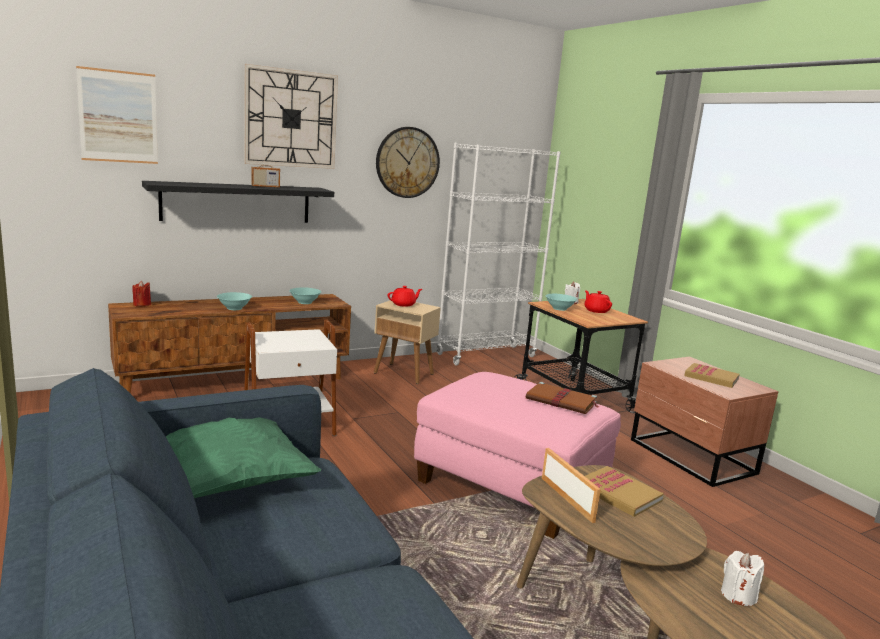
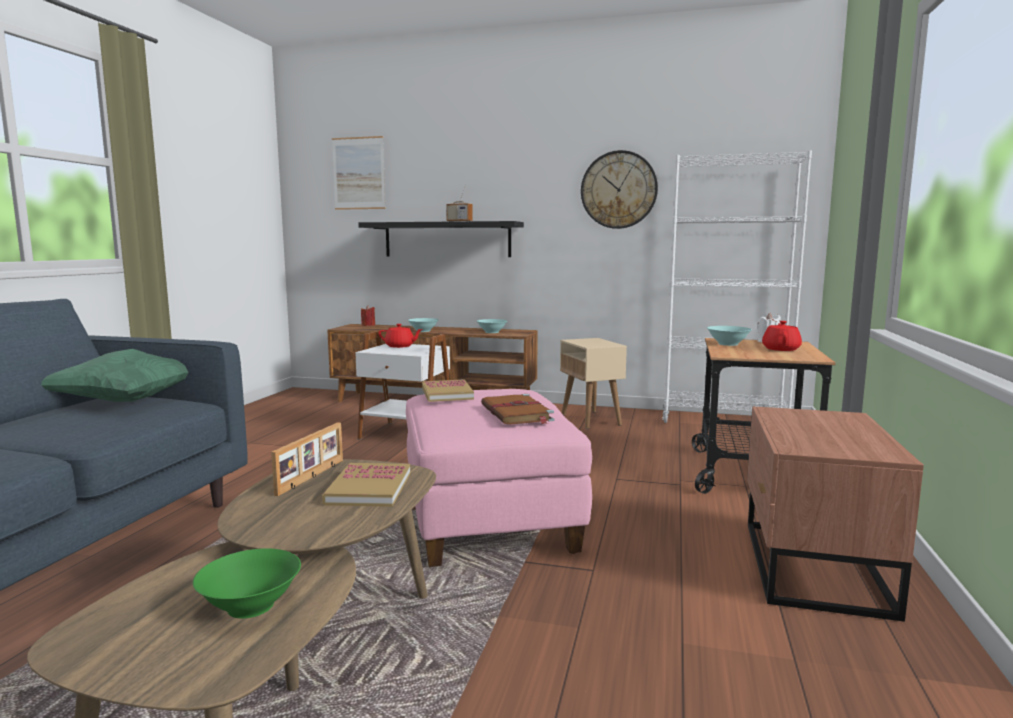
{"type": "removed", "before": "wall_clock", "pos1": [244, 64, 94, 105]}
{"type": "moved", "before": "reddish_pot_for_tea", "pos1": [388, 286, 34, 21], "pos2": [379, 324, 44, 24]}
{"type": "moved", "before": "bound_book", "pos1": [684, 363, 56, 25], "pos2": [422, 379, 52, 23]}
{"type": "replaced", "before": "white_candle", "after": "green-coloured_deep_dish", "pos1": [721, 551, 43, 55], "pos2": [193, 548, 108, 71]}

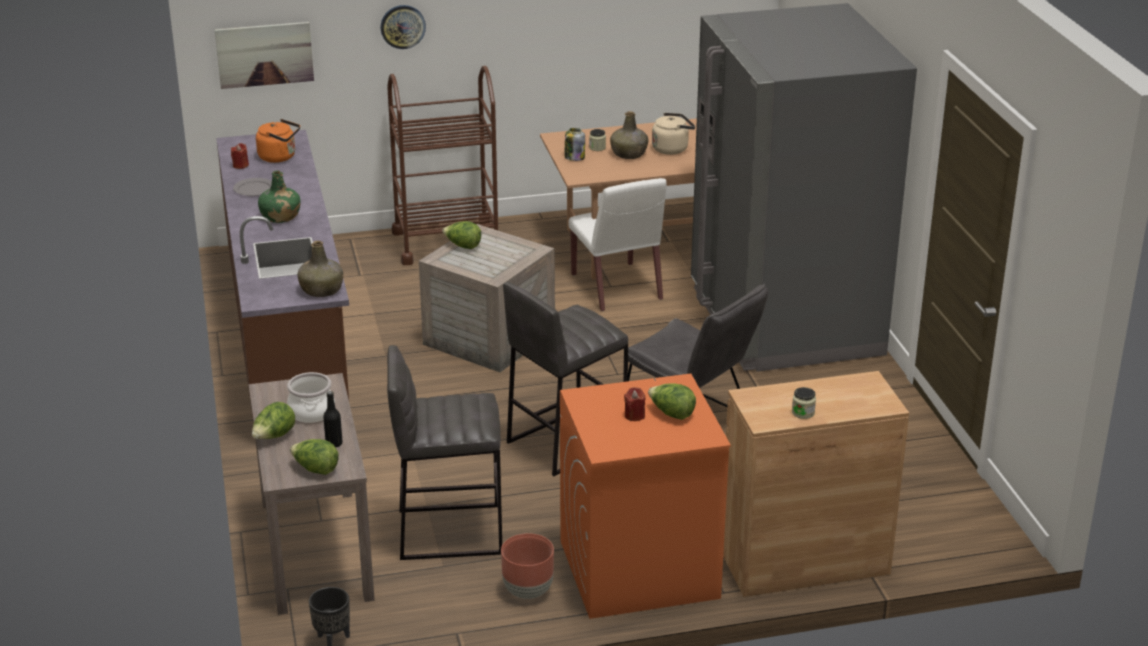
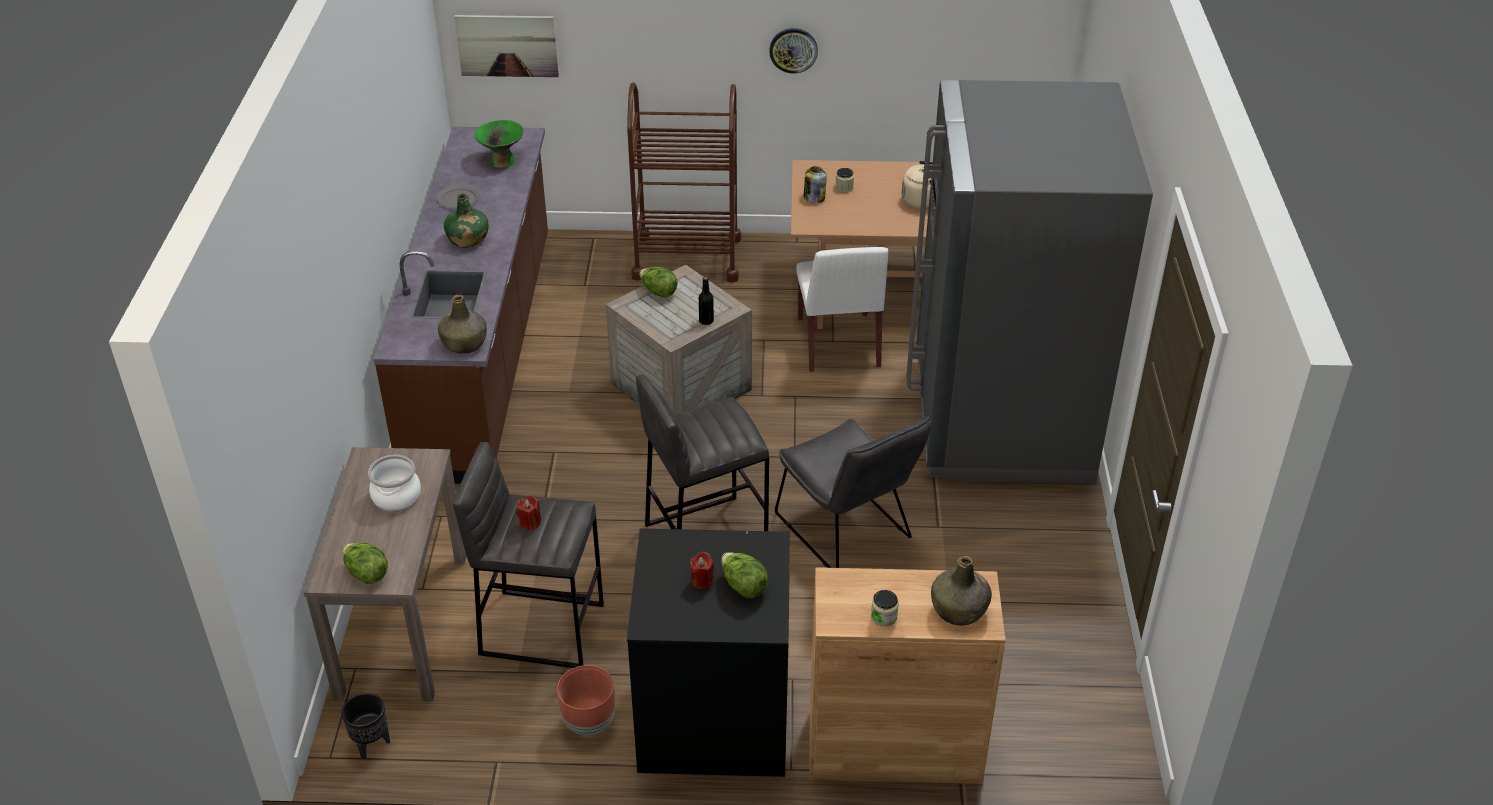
{"type": "moved", "before": "reddish_candle", "pos1": [231, 143, 18, 26], "pos2": [516, 496, 25, 34]}
{"type": "removed", "before": "head_of_lettuce", "pos1": [252, 402, 43, 37]}
{"type": "replaced", "before": "orange-coloured_water_kettle", "after": "green-coloured_deep_dish", "pos1": [256, 119, 44, 44], "pos2": [475, 120, 49, 48]}
{"type": "moved", "before": "blackish_beverage_bottle", "pos1": [323, 391, 20, 56], "pos2": [699, 277, 15, 48]}
{"type": "moved", "before": "wall_clock", "pos1": [381, 5, 45, 44], "pos2": [769, 28, 49, 46]}
{"type": "recoloured", "before": "orange-coloured_laundry_machine", "after": "blackish_laundry_machine", "pos1": [560, 374, 171, 245], "pos2": [627, 529, 163, 248]}
{"type": "moved", "before": "green-coloured_beverage_bottle", "pos1": [610, 111, 38, 48], "pos2": [931, 556, 61, 70]}

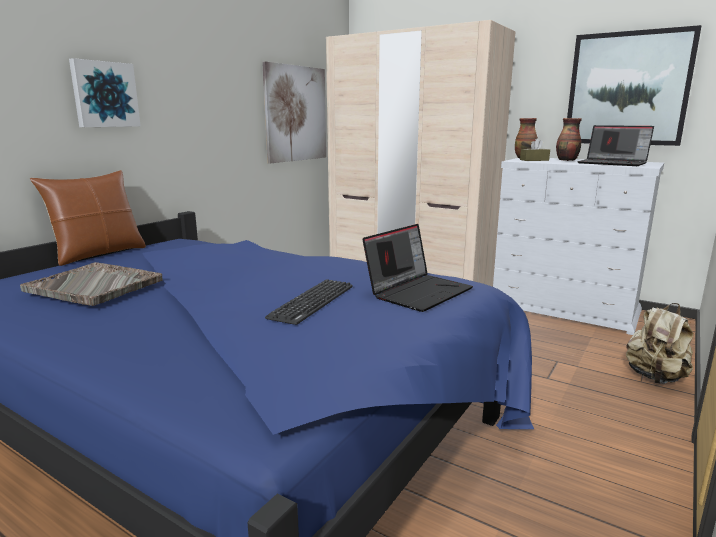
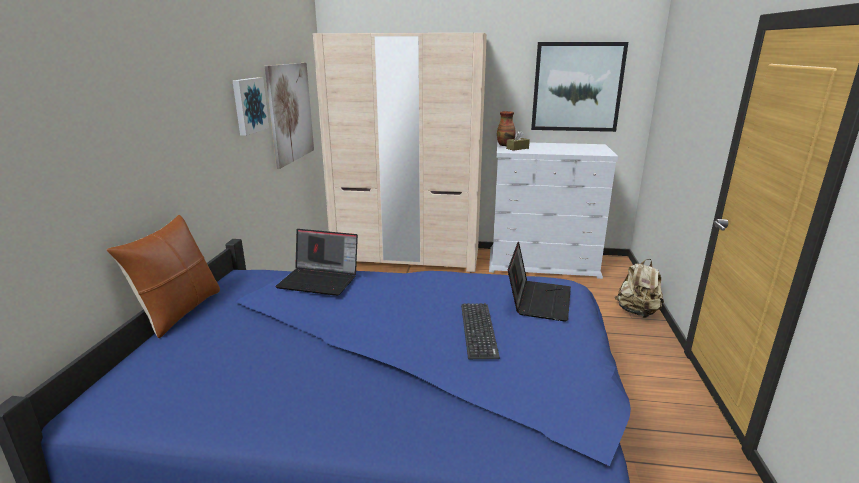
{"type": "removed", "before": "gray_serving_tray", "pos1": [20, 262, 142, 44]}
{"type": "moved", "before": "wall_picture", "pos1": [69, 58, 72, 69], "pos2": [233, 77, 36, 59]}
{"type": "removed", "before": "flower_vase", "pos1": [556, 118, 26, 43]}
{"type": "moved", "before": "laptop", "pos1": [577, 125, 77, 41], "pos2": [275, 229, 83, 67]}

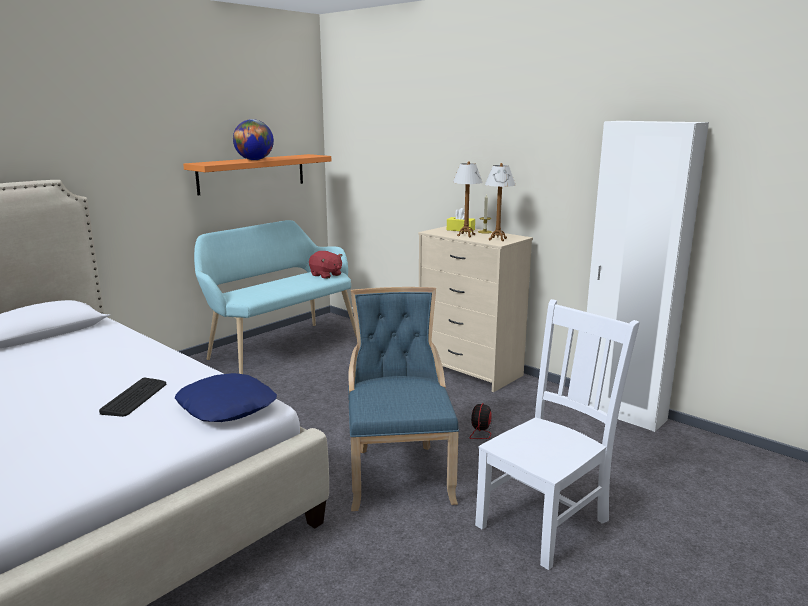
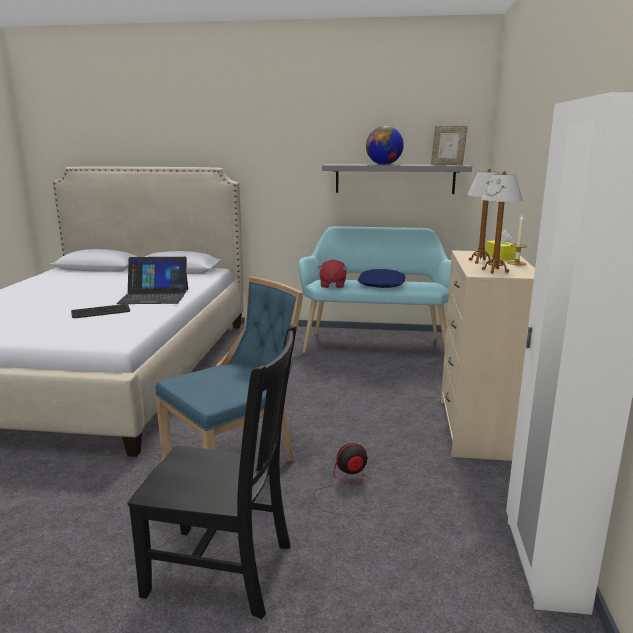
{"type": "moved", "before": "blue_pillow", "pos1": [175, 373, 102, 49], "pos2": [358, 269, 47, 19]}
{"type": "recoloured", "before": "orange-coloured_shelf", "after": "gray_shelf", "pos1": [183, 154, 148, 42], "pos2": [322, 164, 150, 30]}
{"type": "moved", "before": "reddish_plush_toy", "pos1": [309, 251, 33, 28], "pos2": [318, 260, 29, 28]}
{"type": "recoloured", "before": "white_upright_chair", "after": "blackish_upright_chair", "pos1": [475, 299, 165, 271], "pos2": [128, 324, 169, 295]}
{"type": "added", "after": "laptop", "pos2": [116, 257, 72, 47]}
{"type": "added", "after": "photo_frame", "pos2": [431, 126, 37, 39]}

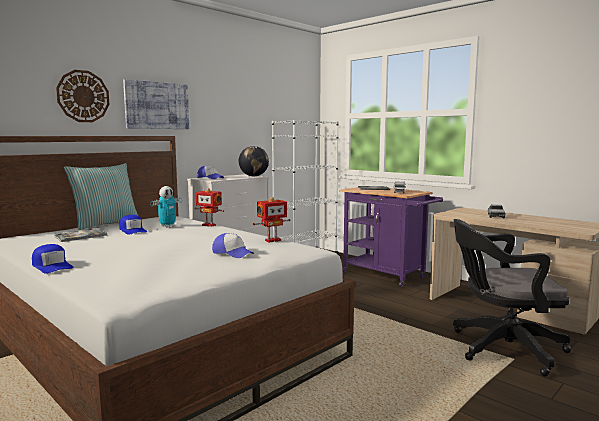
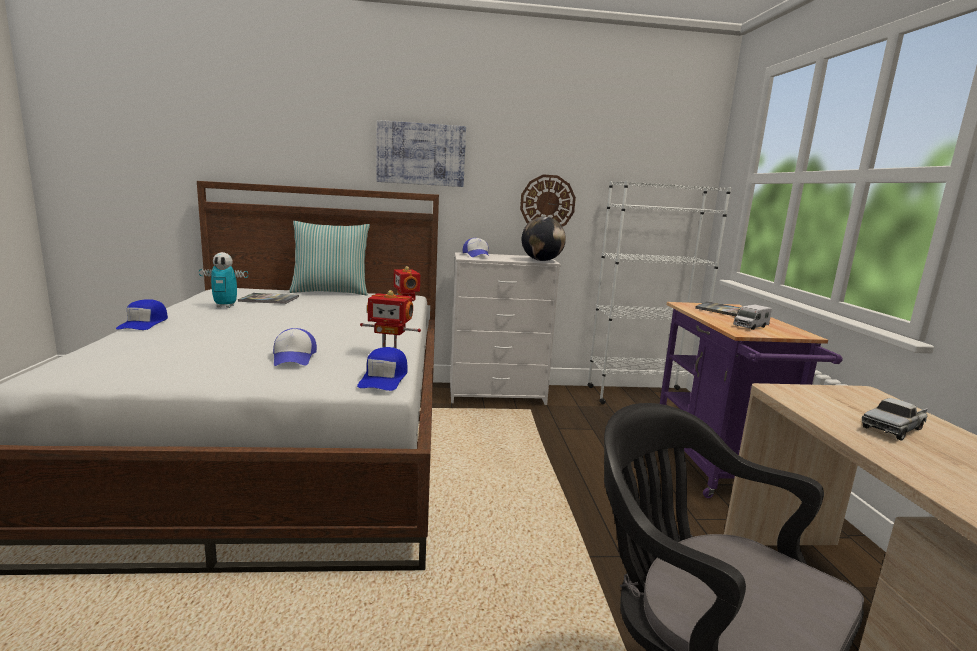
{"type": "moved", "before": "wall_clock", "pos1": [56, 70, 53, 52], "pos2": [520, 175, 56, 52]}
{"type": "moved", "before": "blue_baseball_cap", "pos1": [120, 215, 27, 20], "pos2": [357, 347, 51, 44]}
{"type": "moved", "before": "toy_robot", "pos1": [150, 186, 32, 42], "pos2": [199, 252, 49, 56]}

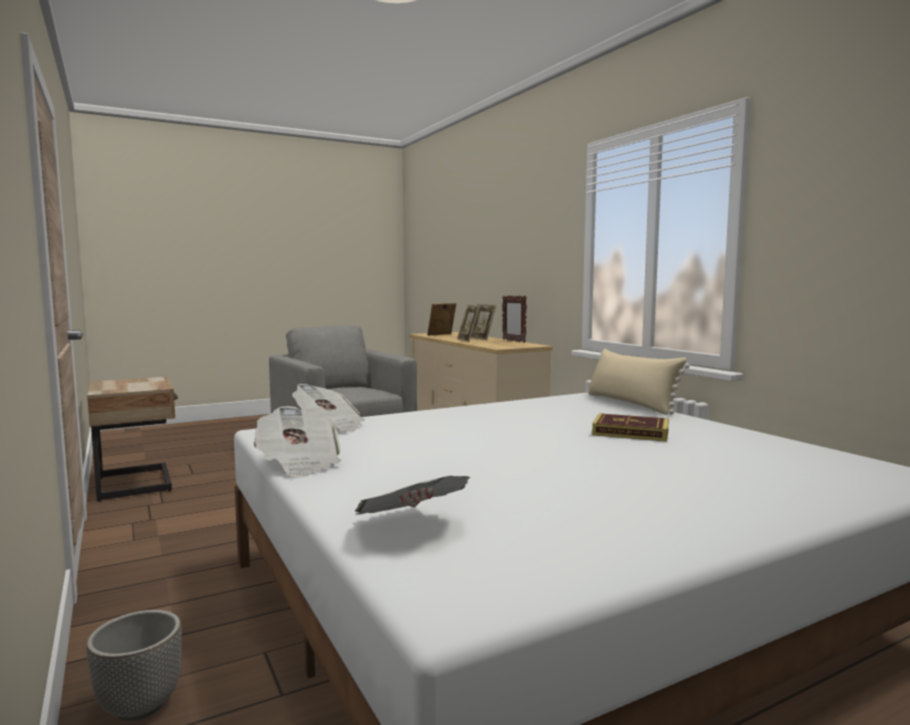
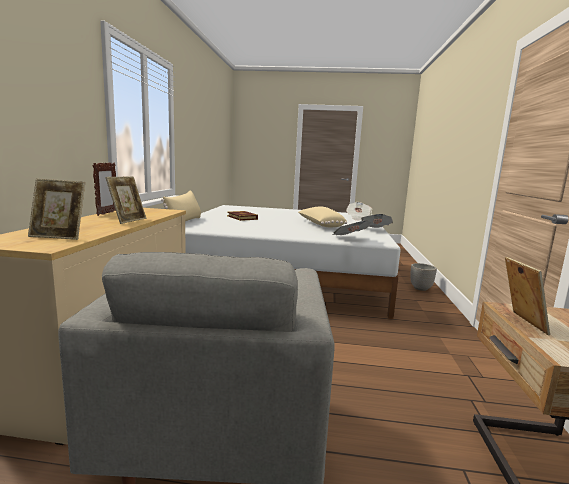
{"type": "moved", "before": "photo_frame", "pos1": [471, 304, 25, 36], "pos2": [505, 257, 45, 78]}
{"type": "added", "after": "beige_pillow", "pos2": [298, 206, 49, 21]}

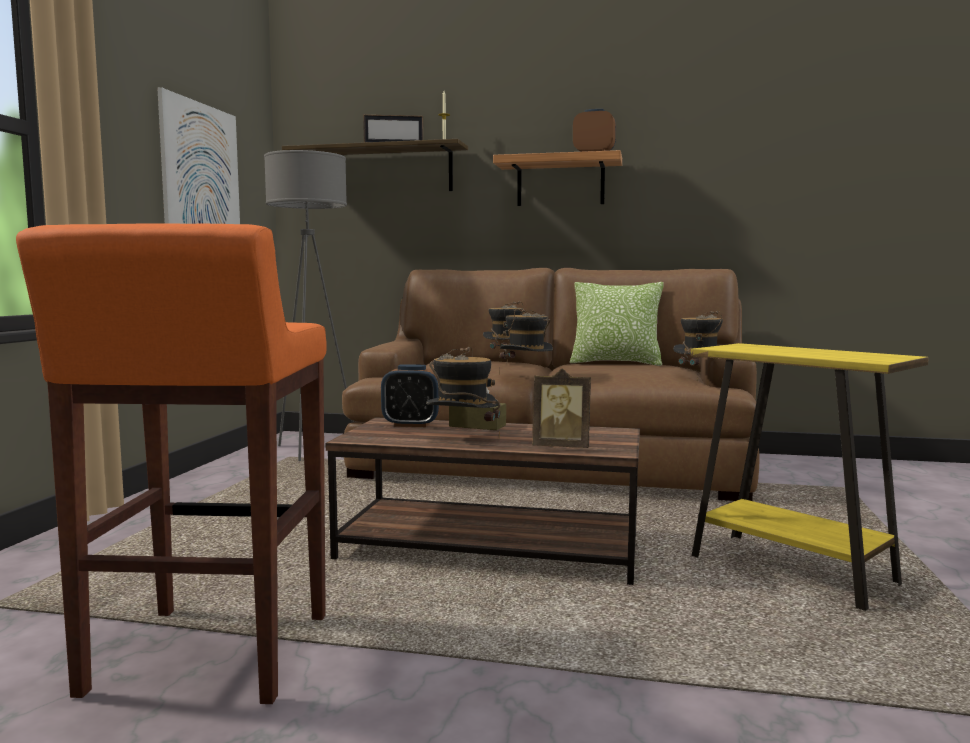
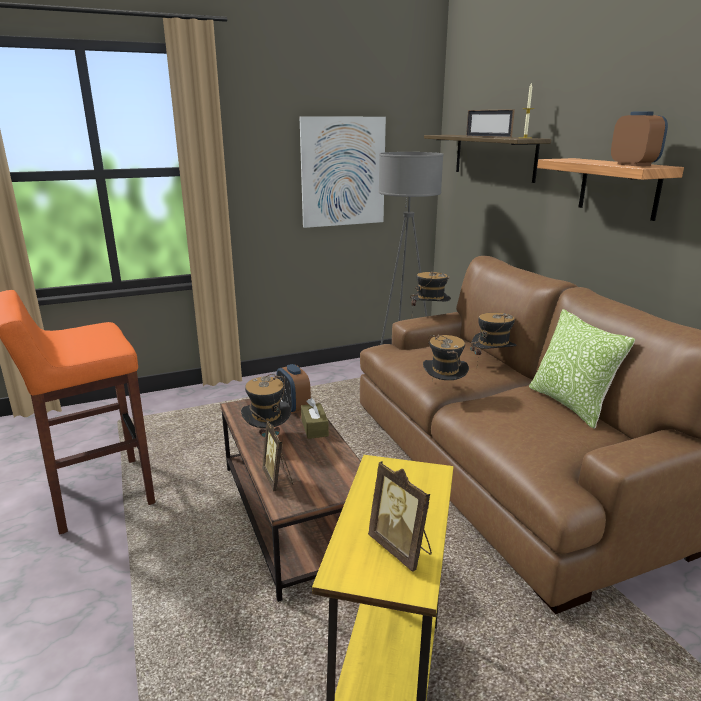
{"type": "moved", "before": "clothing_hat", "pos1": [673, 311, 50, 71], "pos2": [410, 272, 41, 35]}
{"type": "added", "after": "photo_frame", "pos2": [368, 461, 64, 111]}

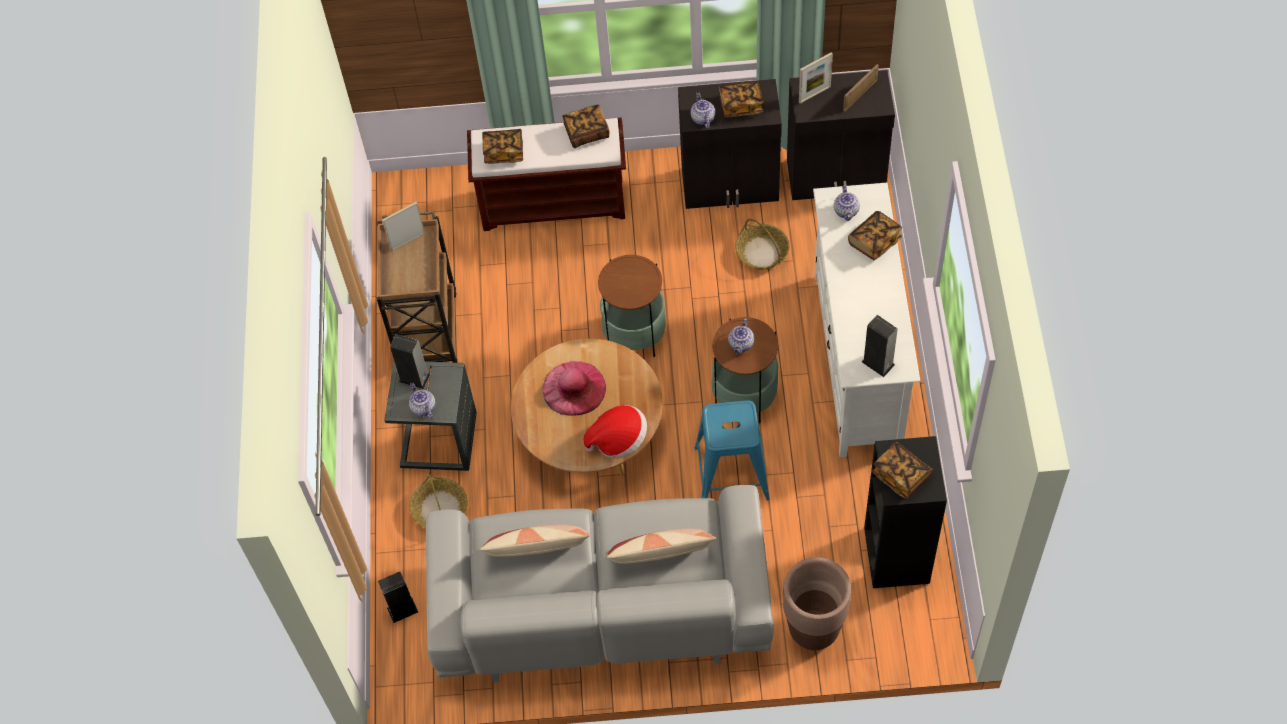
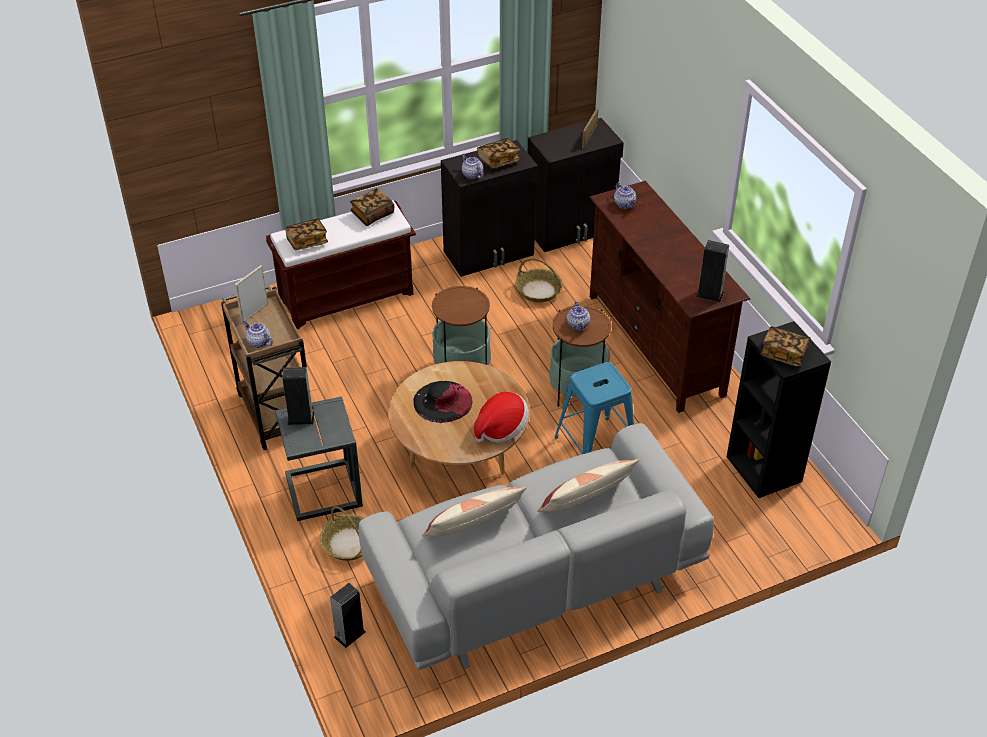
{"type": "moved", "before": "pot_for_tea", "pos1": [409, 382, 27, 37], "pos2": [243, 321, 30, 27]}
{"type": "recoloured", "before": "pink-coloured_clothing_hat", "after": "blackish_clothing_hat", "pos1": [542, 361, 64, 55], "pos2": [413, 381, 59, 42]}
{"type": "removed", "before": "brownish_planter", "pos1": [783, 557, 68, 93]}
{"type": "removed", "before": "photo_frame", "pos1": [799, 52, 34, 52]}
{"type": "recoloured", "before": "white_tv_stand", "after": "brownish_tv_stand", "pos1": [813, 183, 108, 274], "pos2": [589, 181, 162, 232]}
{"type": "removed", "before": "bound_book", "pos1": [848, 211, 54, 49]}

